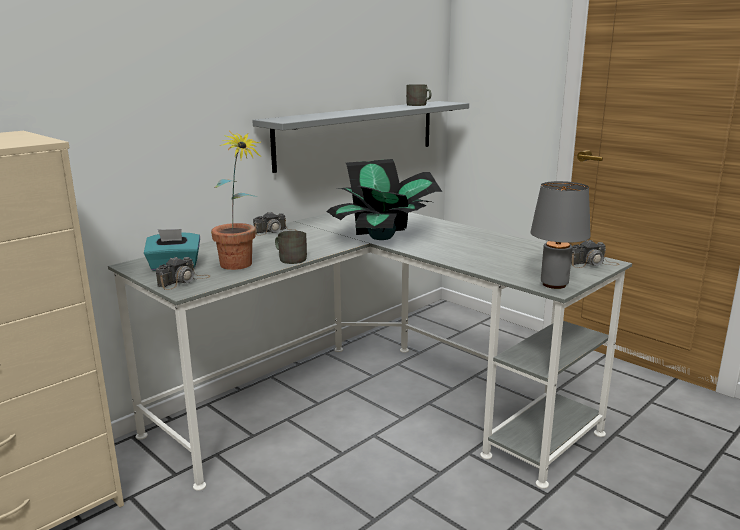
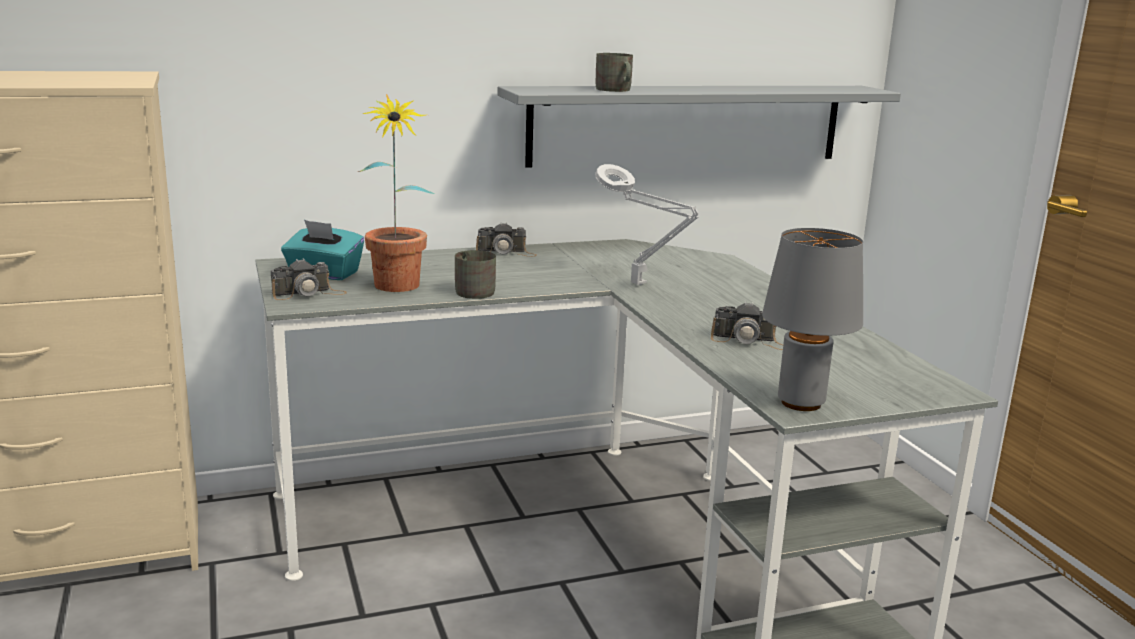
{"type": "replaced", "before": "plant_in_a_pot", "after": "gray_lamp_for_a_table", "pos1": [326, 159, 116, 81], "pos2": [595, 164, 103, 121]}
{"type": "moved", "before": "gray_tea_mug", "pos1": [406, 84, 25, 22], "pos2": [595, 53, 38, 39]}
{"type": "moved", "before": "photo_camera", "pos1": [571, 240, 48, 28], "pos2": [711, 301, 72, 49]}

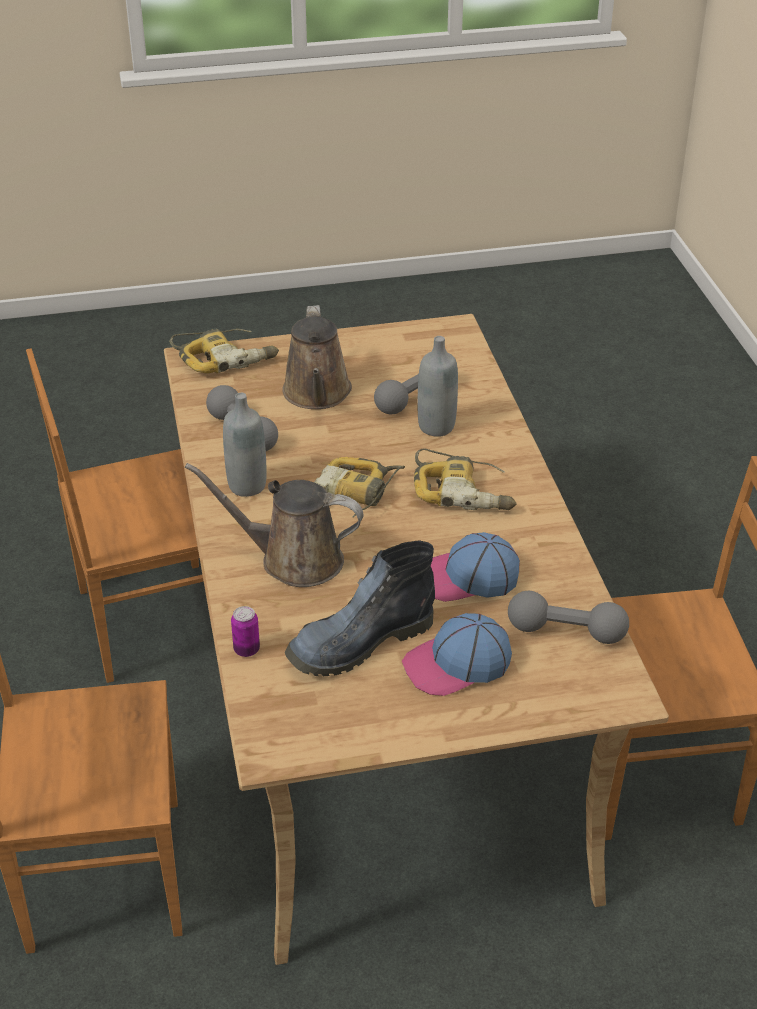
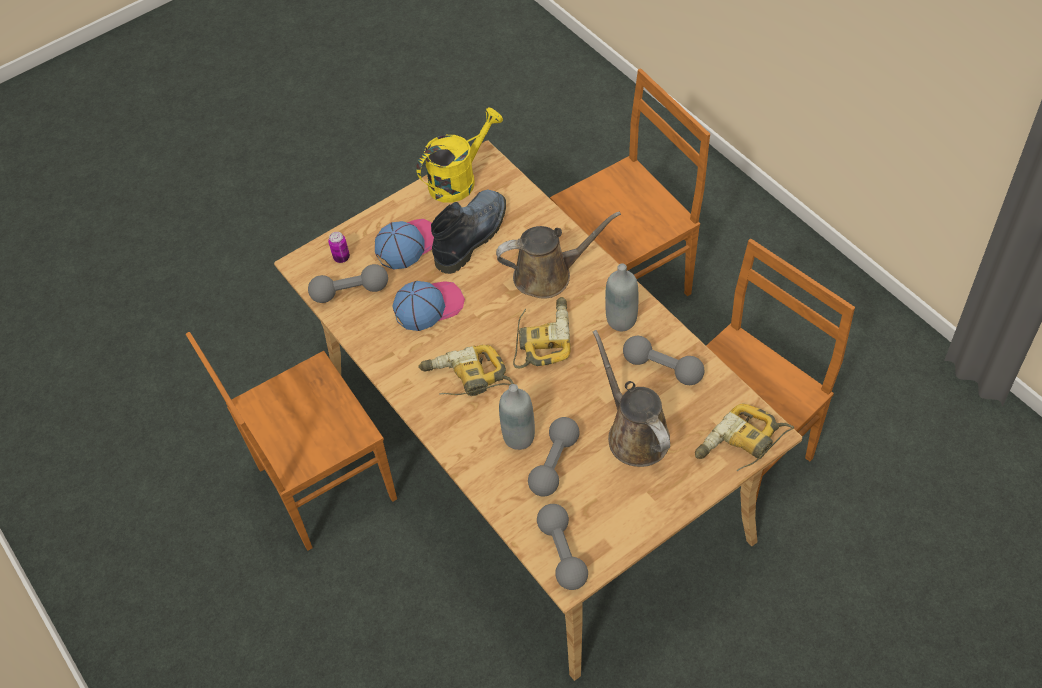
{"type": "moved", "before": "sealed_can", "pos1": [231, 606, 29, 51], "pos2": [328, 232, 22, 31]}
{"type": "added", "after": "yellow-coloured_watering_can", "pos2": [416, 107, 87, 96]}
{"type": "added", "after": "gray_dumbbell", "pos2": [537, 504, 51, 86]}

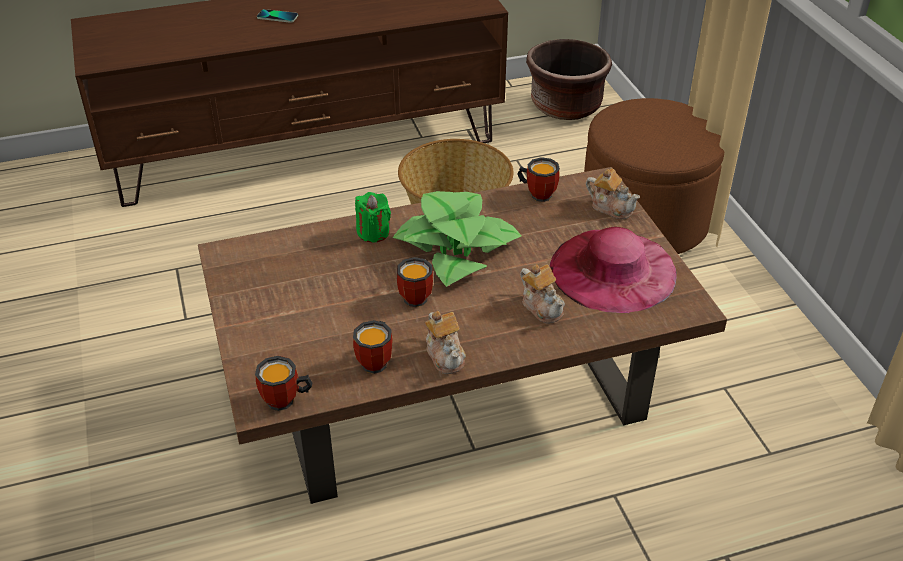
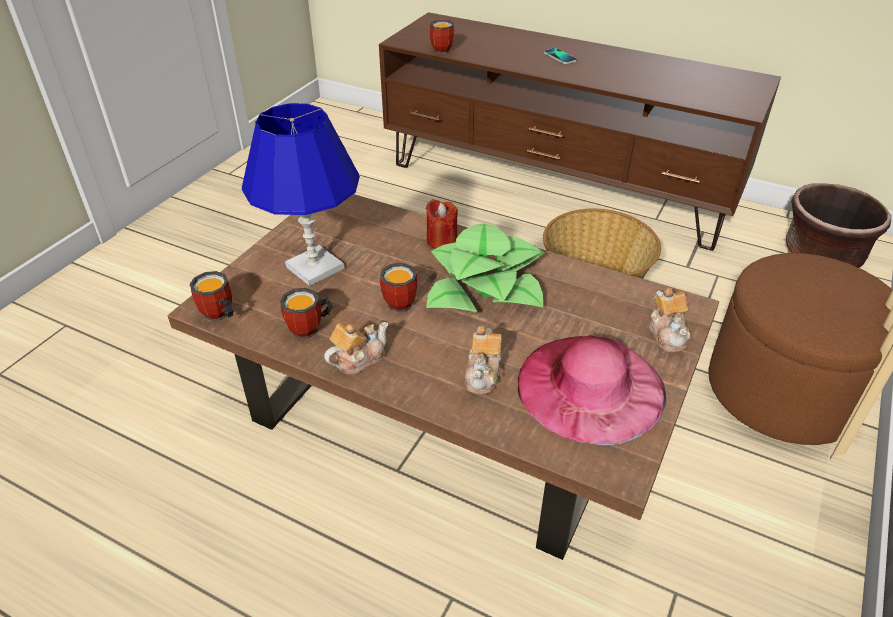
{"type": "recoloured", "before": "green-coloured_candle", "after": "reddish_candle", "pos1": [355, 192, 36, 51], "pos2": [426, 199, 32, 50]}
{"type": "turned", "before": "pot_for_tea", "pos1": [425, 311, 41, 63], "pos2": [324, 322, 64, 53], "turn": -150}
{"type": "moved", "before": "tea_mug", "pos1": [517, 157, 43, 45], "pos2": [430, 20, 24, 34]}
{"type": "added", "after": "blue_lamp_for_a_table", "pos2": [242, 103, 118, 183]}

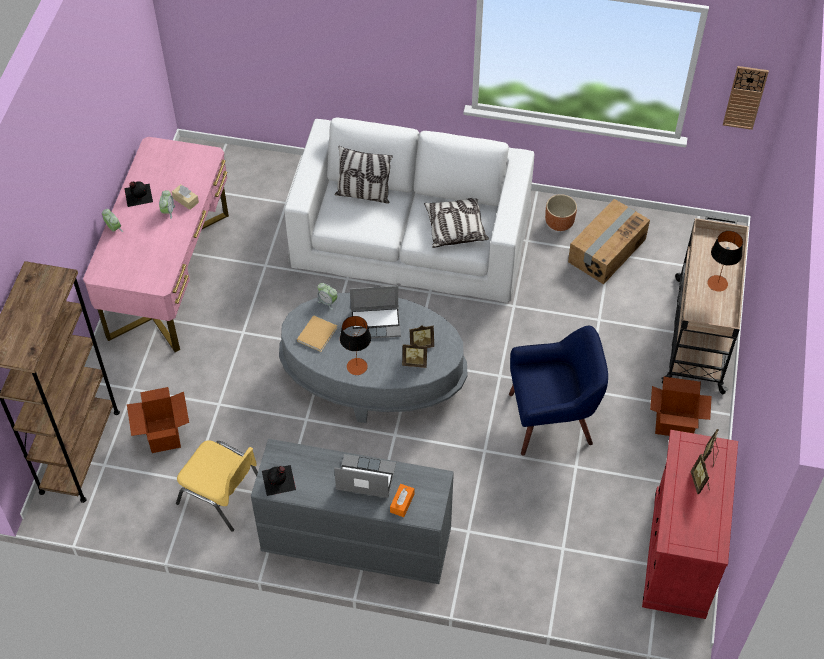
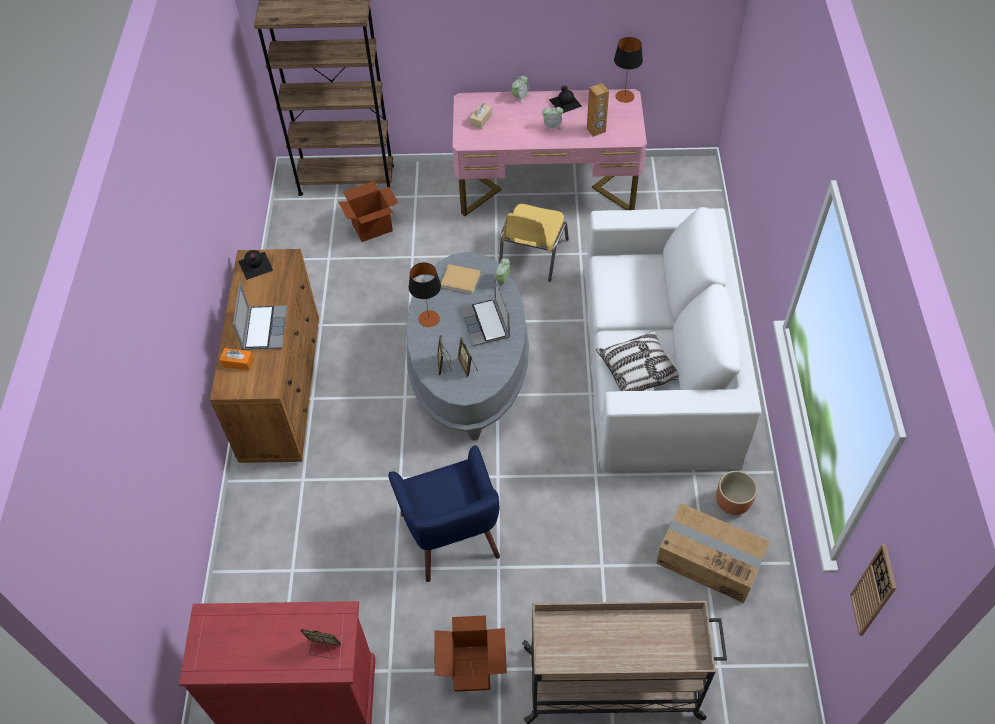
{"type": "moved", "before": "beige_tissue_box", "pos1": [172, 184, 27, 26], "pos2": [470, 103, 22, 26]}
{"type": "moved", "before": "yellow-coloured_upright_chair", "pos1": [176, 440, 82, 92], "pos2": [499, 204, 70, 78]}
{"type": "recoloured", "before": "gray_dresser", "after": "brownish_dresser", "pos1": [251, 439, 203, 145], "pos2": [210, 249, 109, 214]}
{"type": "removed", "before": "pillow", "pos1": [335, 146, 58, 58]}
{"type": "removed", "before": "photo_frame", "pos1": [690, 454, 20, 40]}
{"type": "moved", "before": "lamp_for_a_table", "pos1": [707, 231, 36, 61], "pos2": [614, 37, 29, 66]}
{"type": "added", "after": "brownish_audio_speaker", "pos2": [587, 83, 22, 54]}

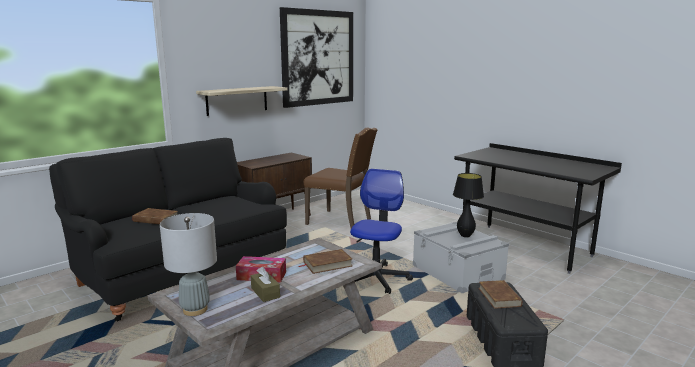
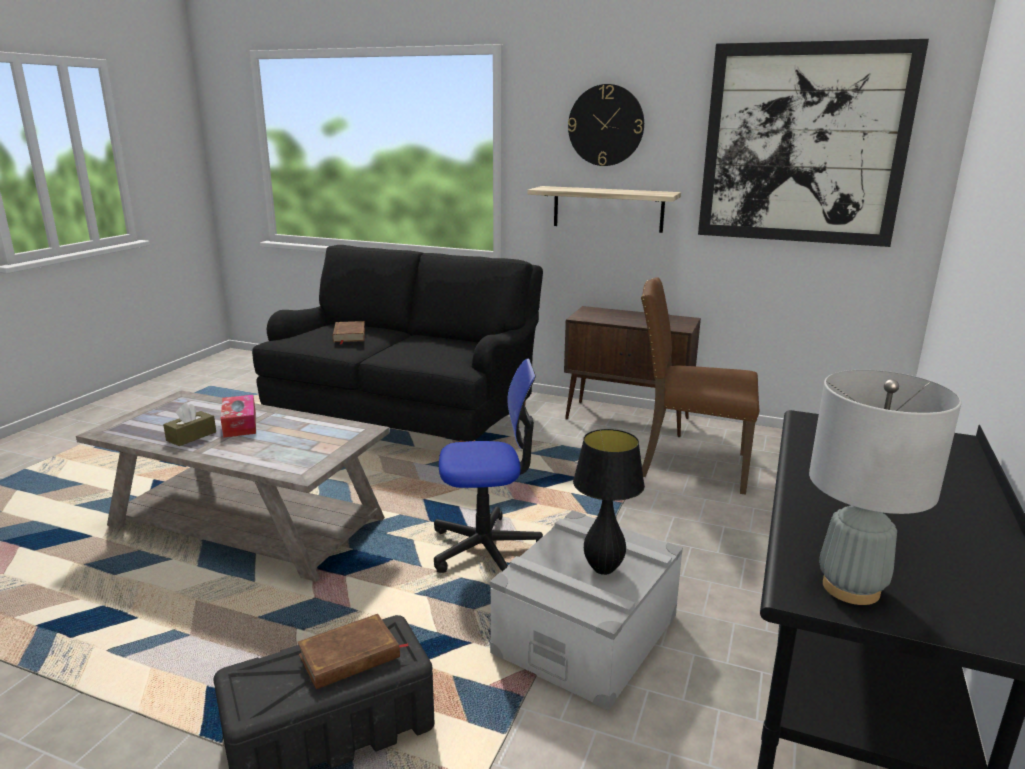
{"type": "moved", "before": "gray_lamp_for_a_table", "pos1": [160, 213, 57, 103], "pos2": [809, 370, 153, 235]}
{"type": "removed", "before": "brownish_bound_book", "pos1": [299, 249, 54, 25]}
{"type": "turned", "before": "brownish_upright_chair", "pos1": [304, 128, 74, 100], "pos2": [641, 277, 118, 218], "turn": 105}
{"type": "added", "after": "wall_clock", "pos2": [568, 84, 76, 82]}

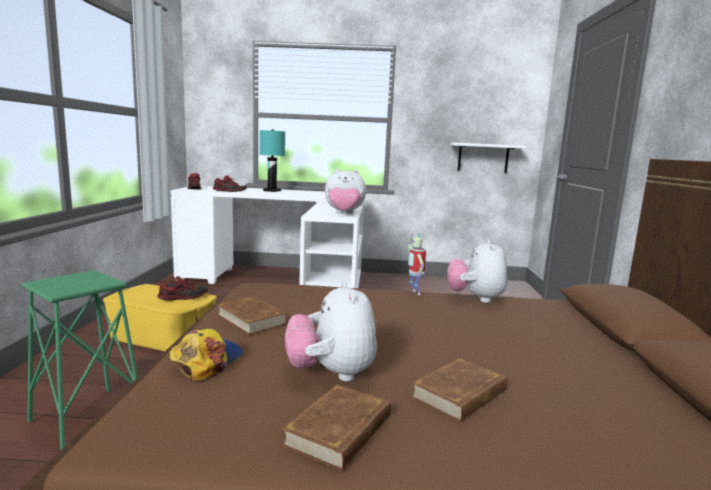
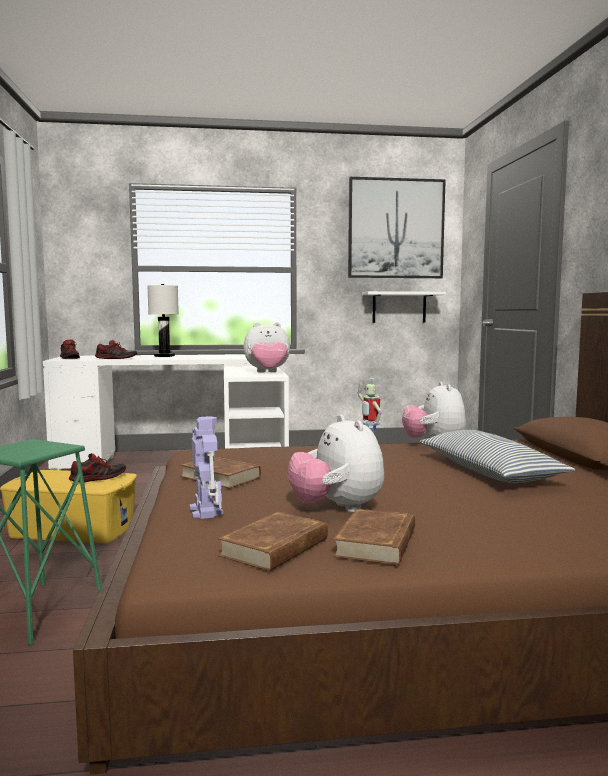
{"type": "replaced", "before": "baseball_cap", "after": "toy_robot", "pos1": [170, 329, 73, 51], "pos2": [189, 416, 34, 103]}
{"type": "recoloured", "before": "turquoise-coloured_lamp_for_a_table", "after": "white_lamp_for_a_table", "pos1": [260, 129, 25, 63], "pos2": [147, 284, 32, 73]}
{"type": "moved", "before": "brownish_bound_book", "pos1": [411, 358, 96, 64], "pos2": [218, 512, 110, 59]}
{"type": "added", "after": "wall_picture", "pos2": [348, 177, 98, 101]}
{"type": "added", "after": "pillow", "pos2": [420, 430, 155, 53]}

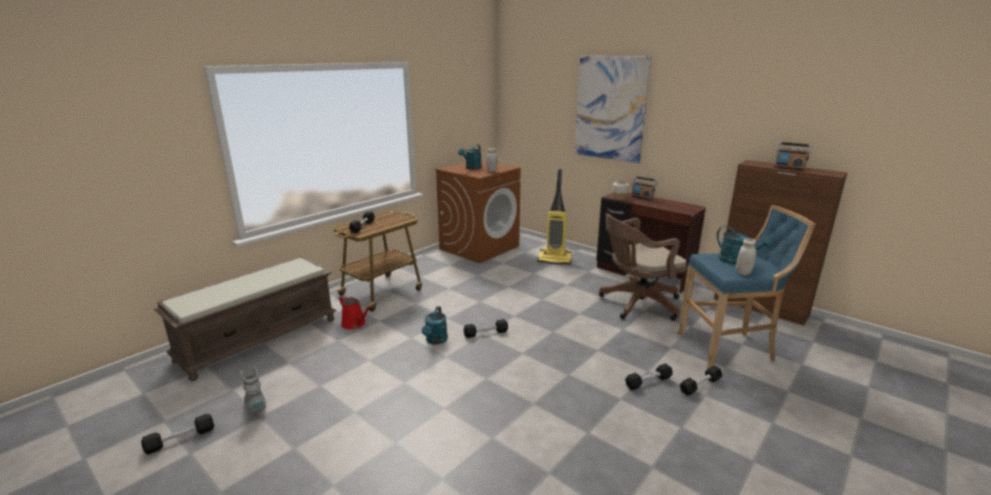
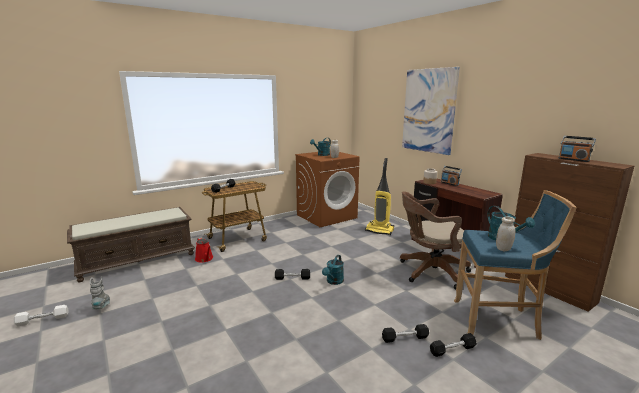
{"type": "recoloured", "before": "blackish_dumbbell", "after": "white_dumbbell", "pos1": [141, 414, 73, 41], "pos2": [14, 305, 55, 21]}
{"type": "moved", "before": "turquoise-coloured_watering_can", "pos1": [422, 306, 26, 39], "pos2": [322, 255, 22, 30]}

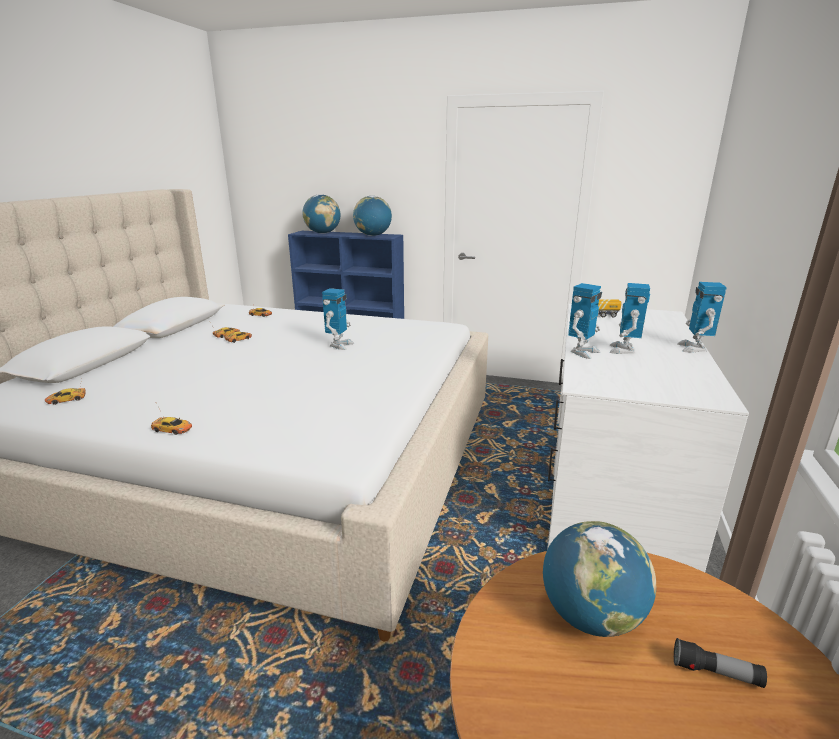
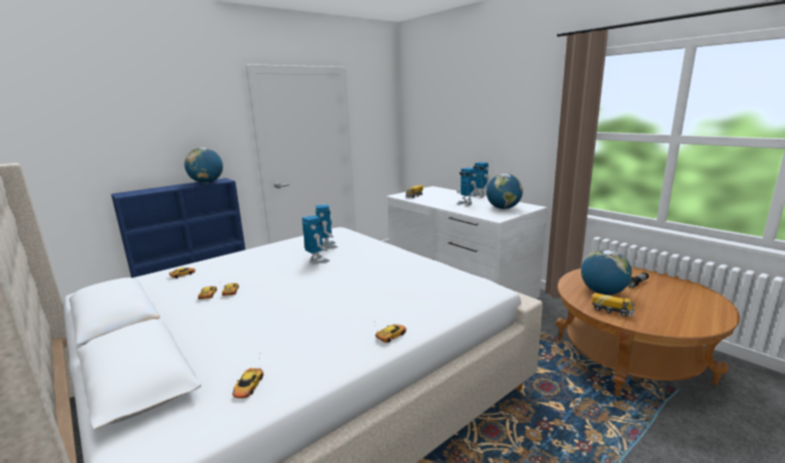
{"type": "moved", "before": "globe", "pos1": [302, 194, 38, 40], "pos2": [486, 174, 37, 35]}
{"type": "moved", "before": "toy_robot", "pos1": [568, 283, 34, 76], "pos2": [315, 204, 23, 44]}
{"type": "added", "after": "toy_truck", "pos2": [592, 293, 43, 24]}

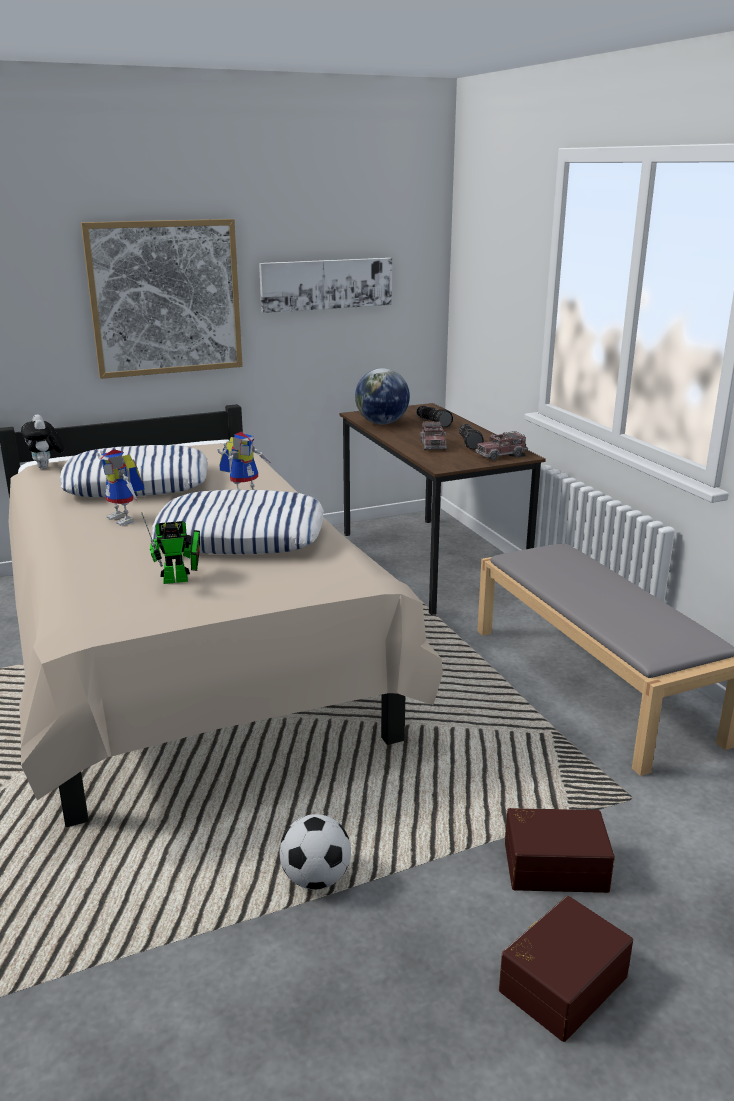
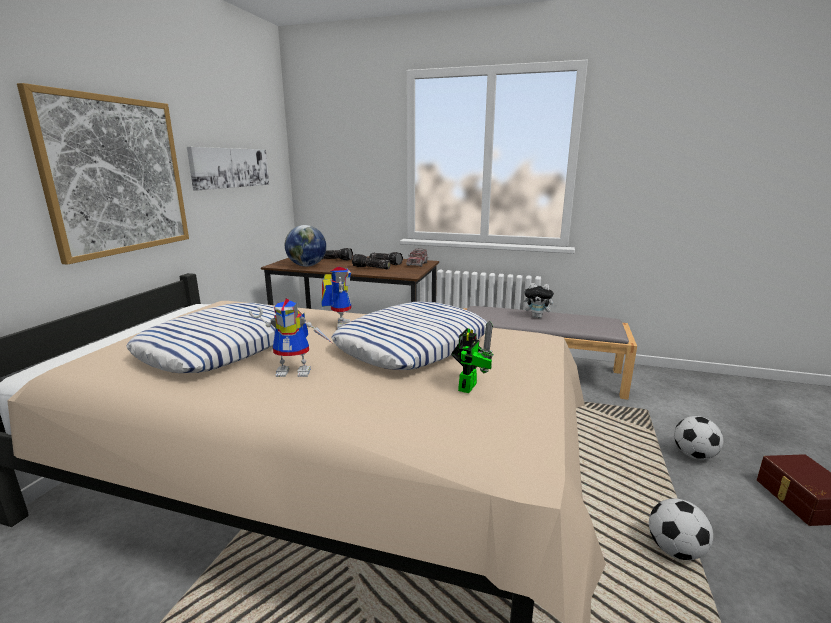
{"type": "moved", "before": "plush_toy", "pos1": [21, 414, 43, 55], "pos2": [524, 283, 33, 35]}
{"type": "replaced", "before": "toy_truck", "after": "hand_torch", "pos1": [420, 421, 27, 29], "pos2": [352, 254, 39, 15]}
{"type": "replaced", "before": "brownish_storage_container", "after": "football_ball", "pos1": [505, 808, 110, 85], "pos2": [674, 416, 49, 44]}

